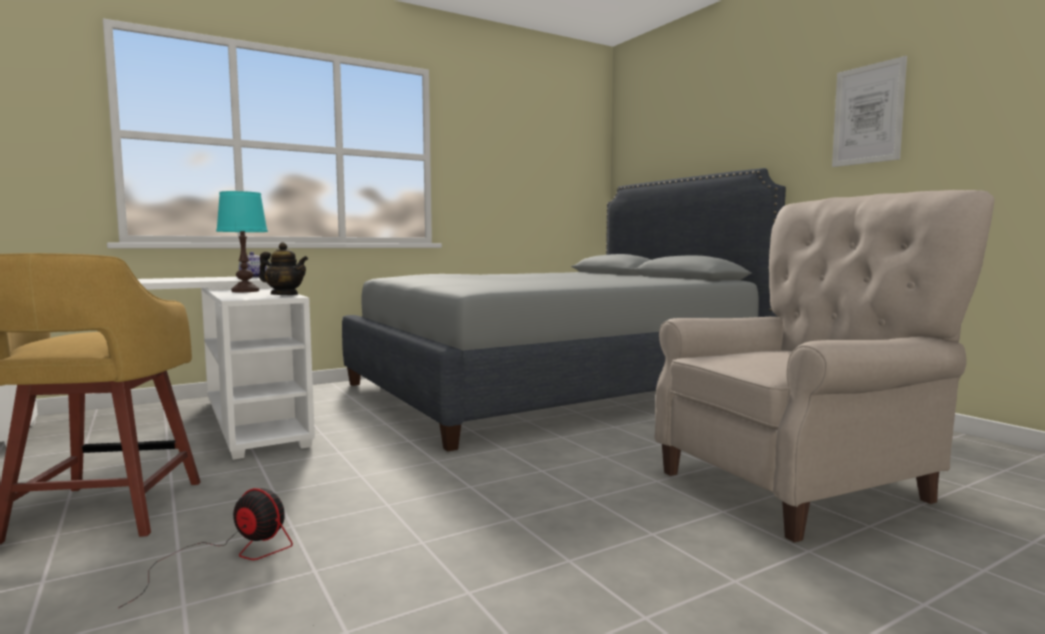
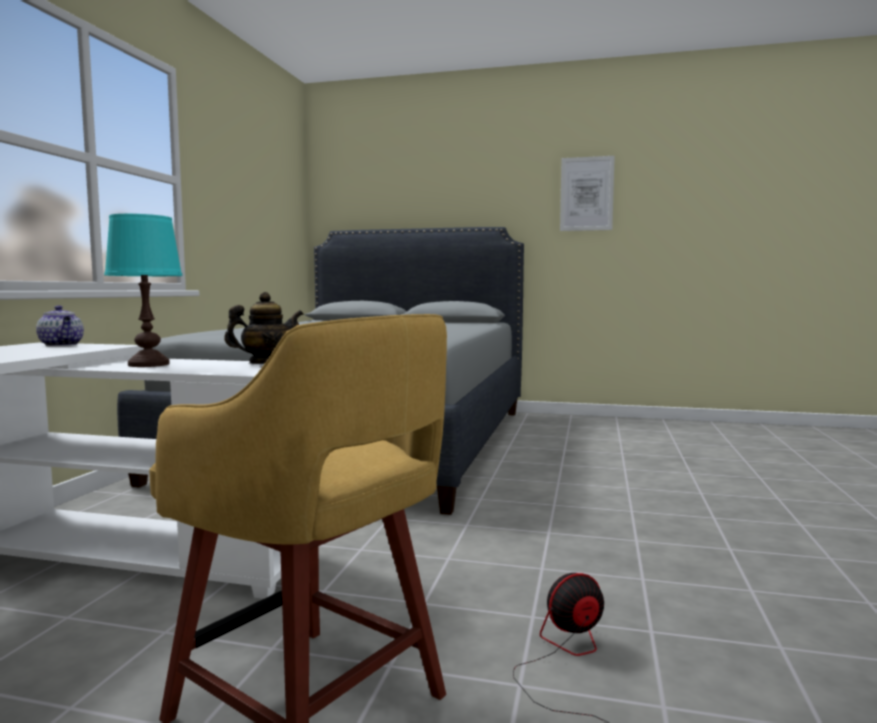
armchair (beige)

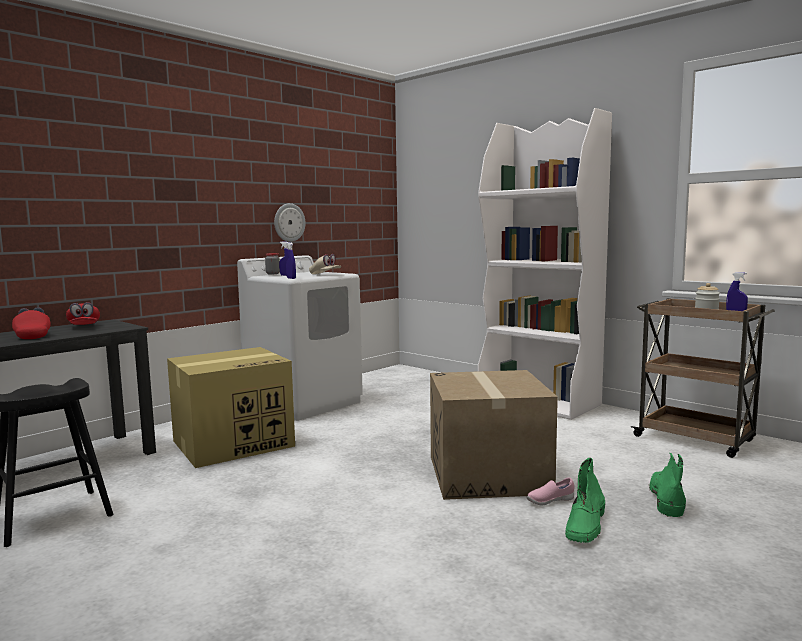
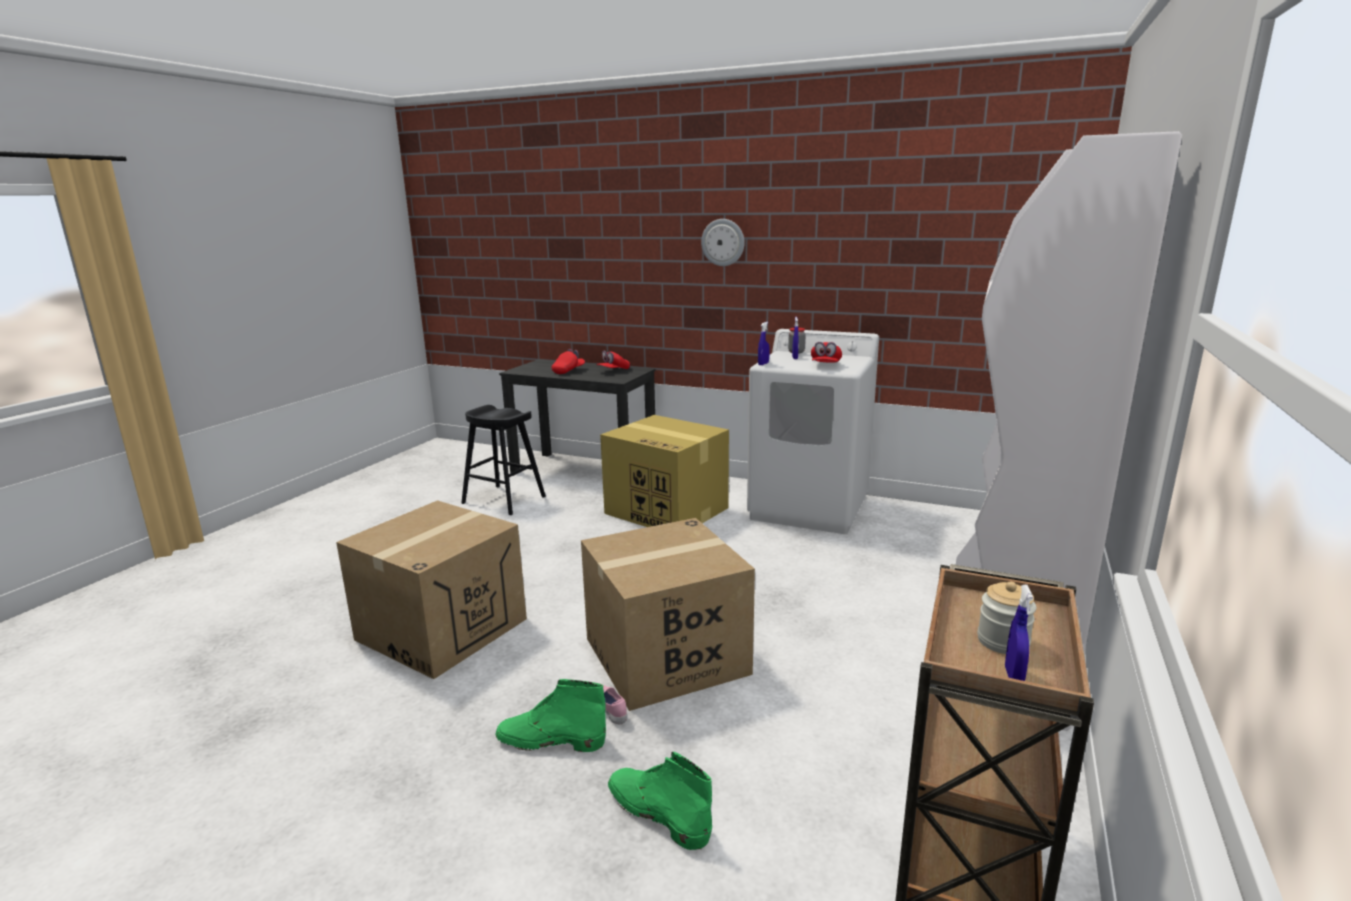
wall clock
cap (red) (3rd from left)
boot (green) (2nd from left)
cardboard box (1st from left)

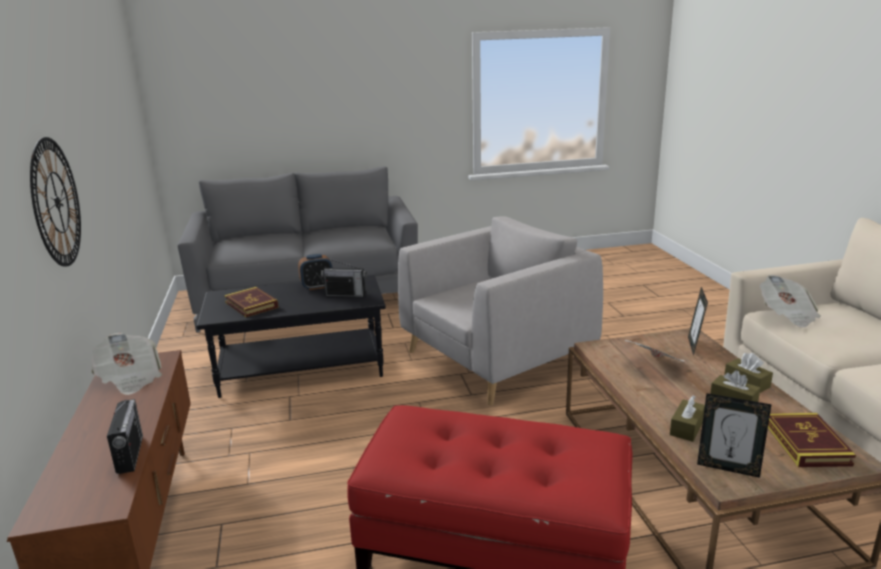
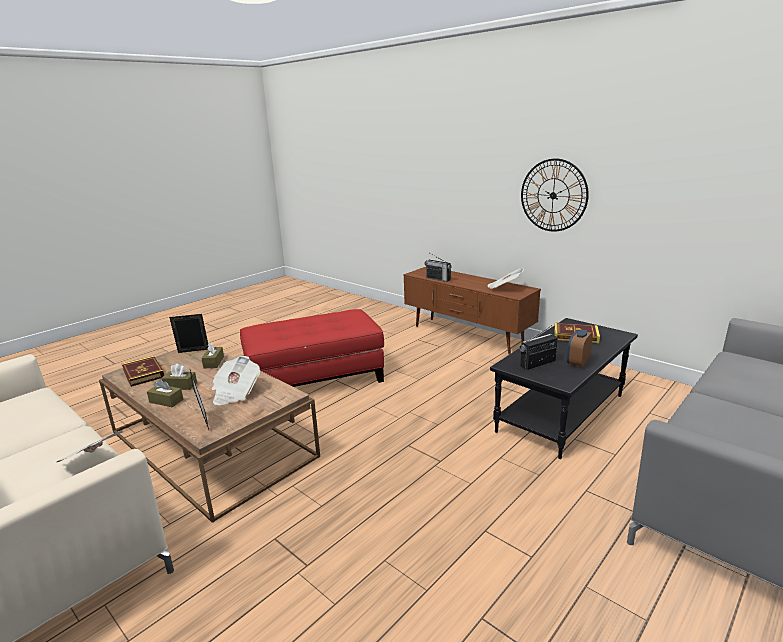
armchair (grey)

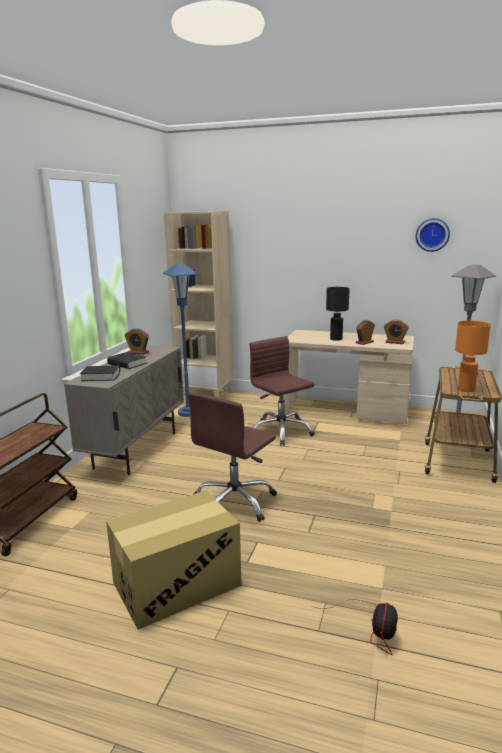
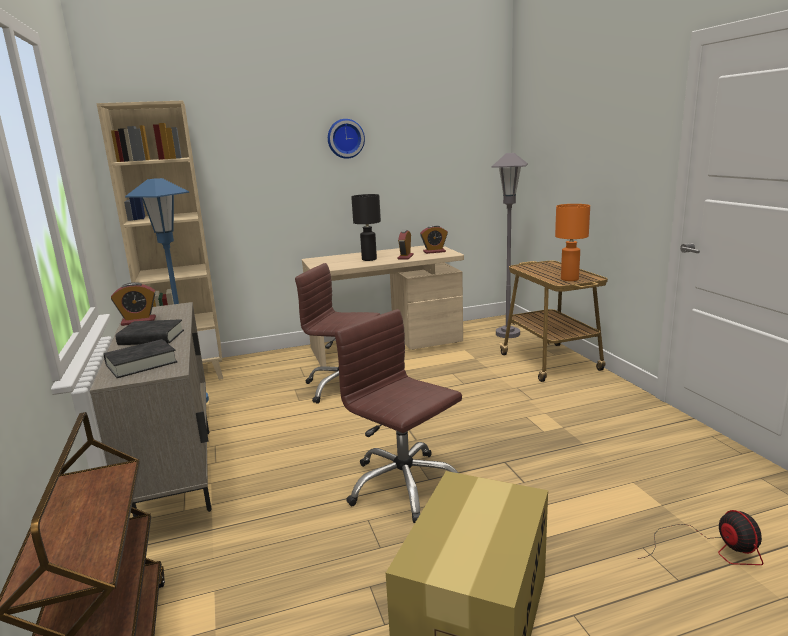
office chair (brown) (2nd from left)
wall clock

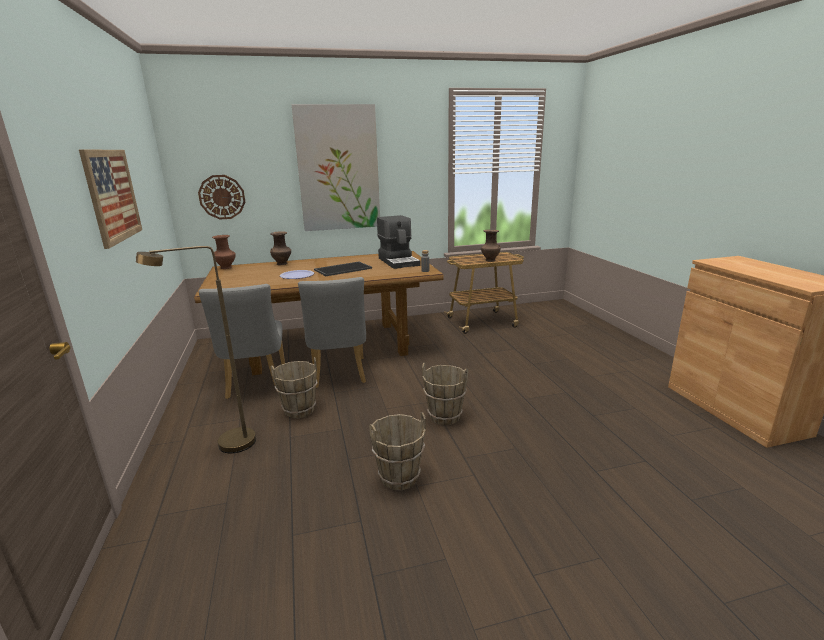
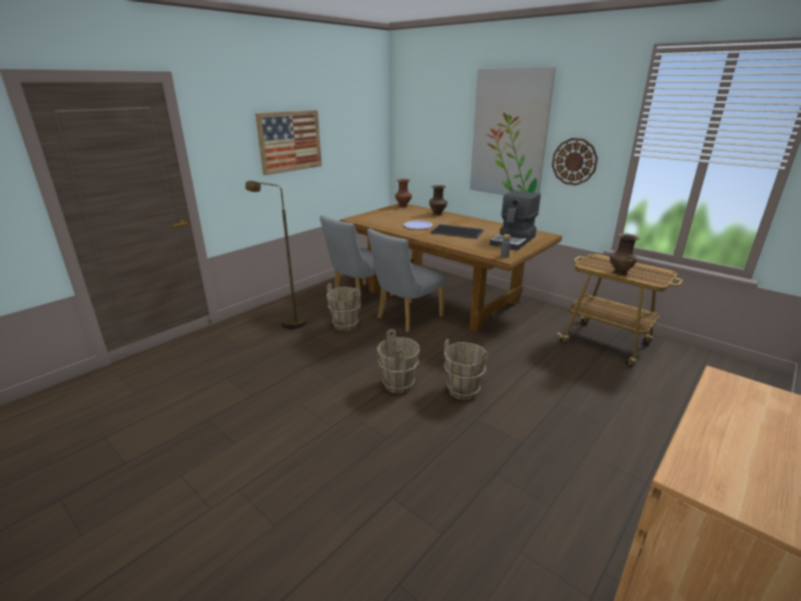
wall clock
bucket (brown) (3rd from left)

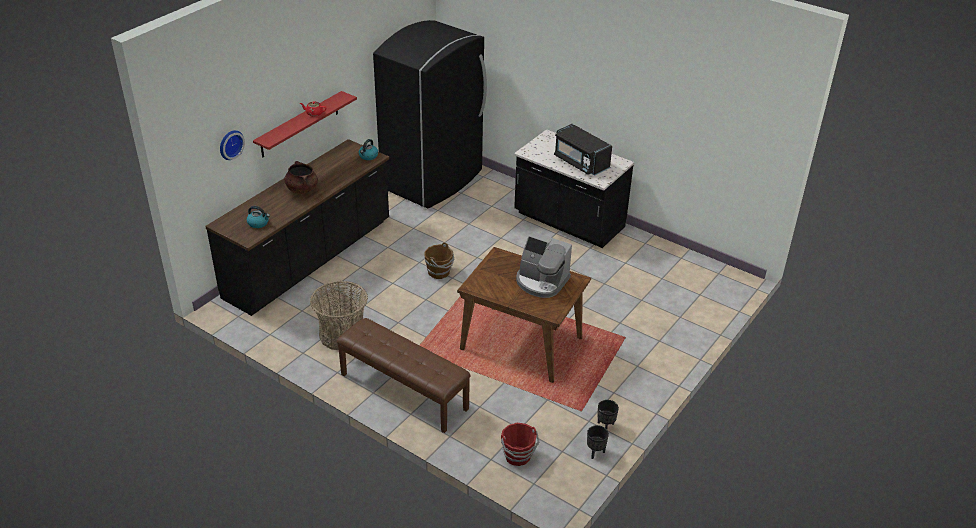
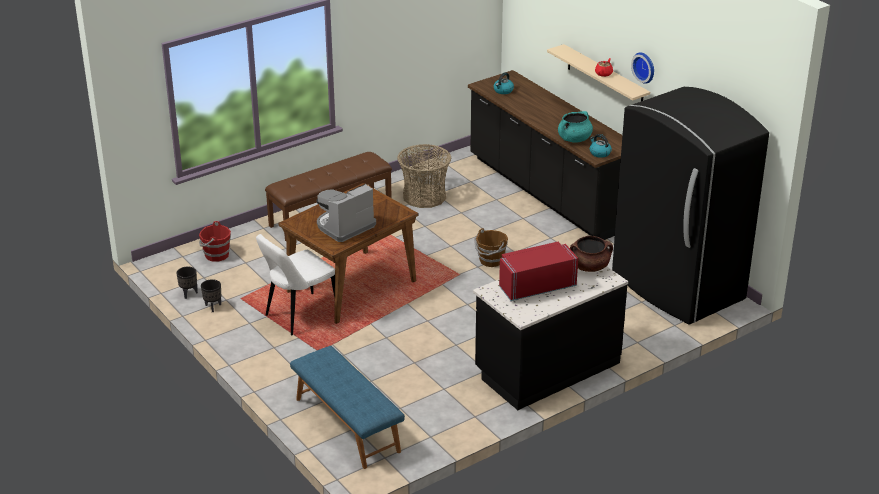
wall clock
shelf (beige)
cooking pot (brown)
microwave (red)
chair (white)
bench (blue)
cooking pot (turquoise)

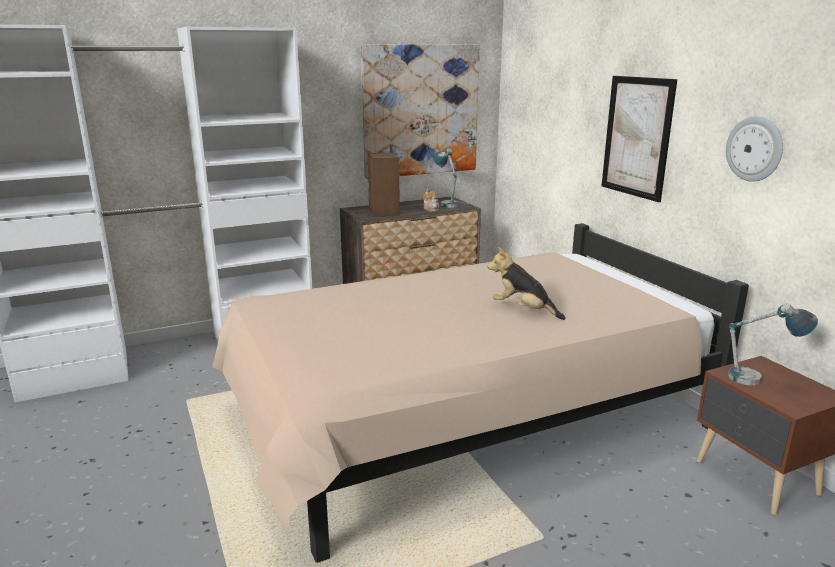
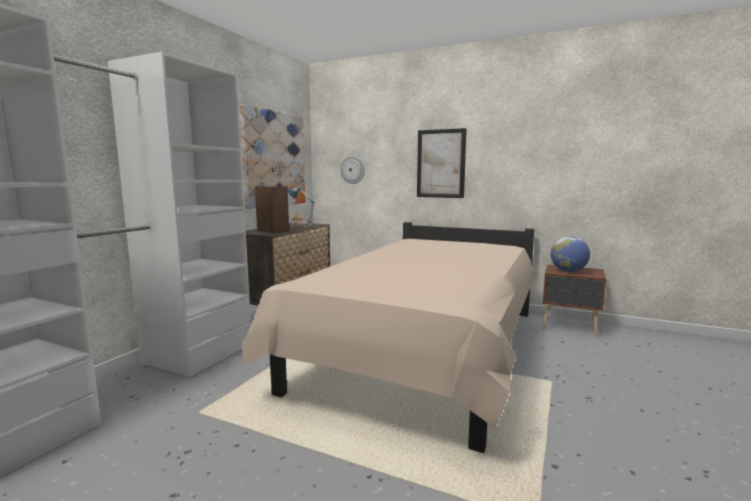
plush toy
wall clock
globe

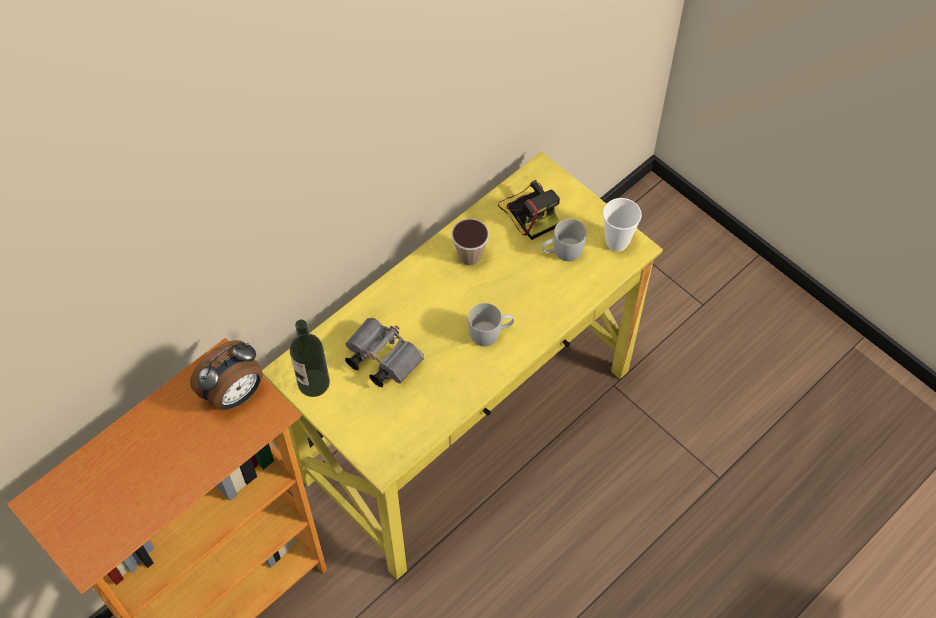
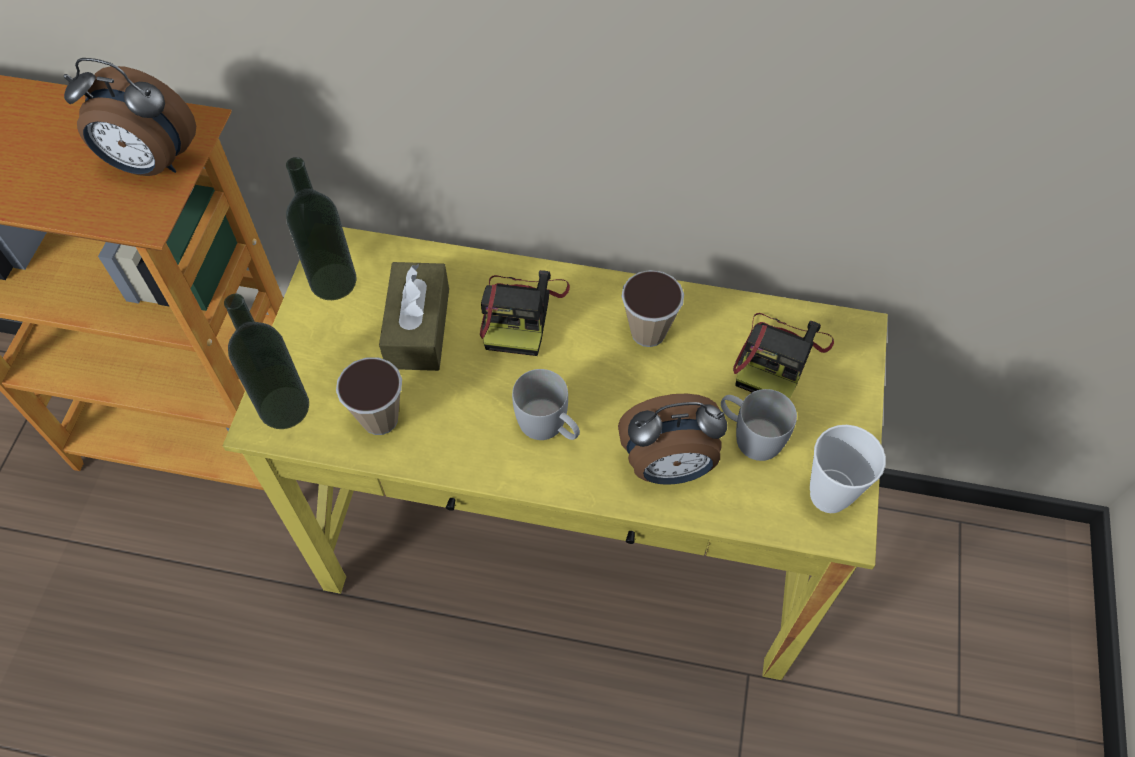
tissue box (brown)
bottle (1st from left)
cup (1st from left)
photo camera (1st from left)
alarm clock (2nd from left)

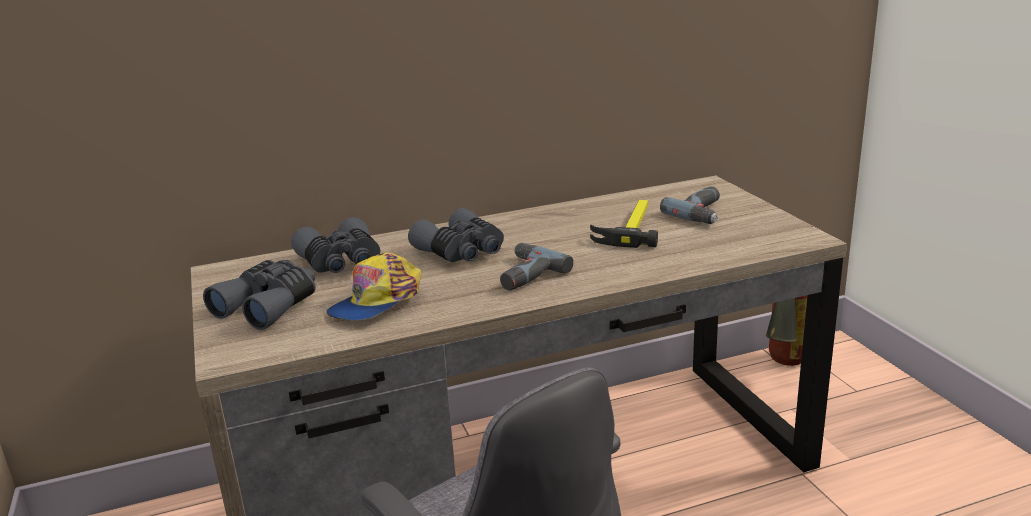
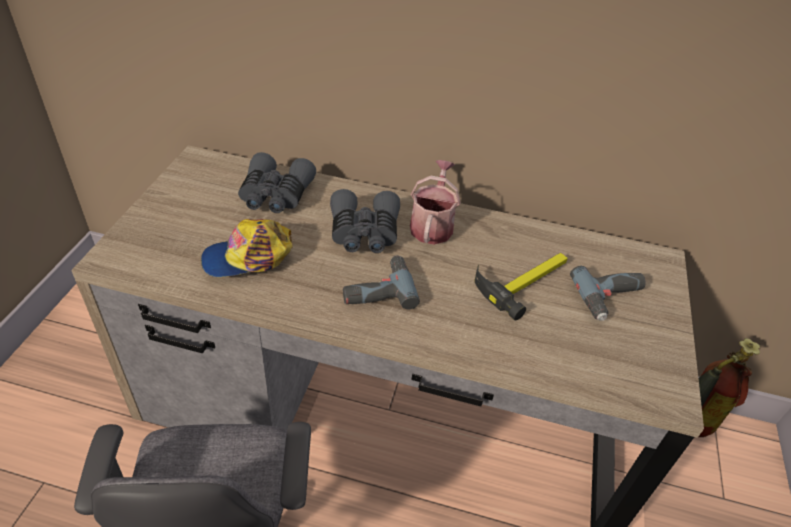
binoculars (grey) (1st from left in the first image)
watering can

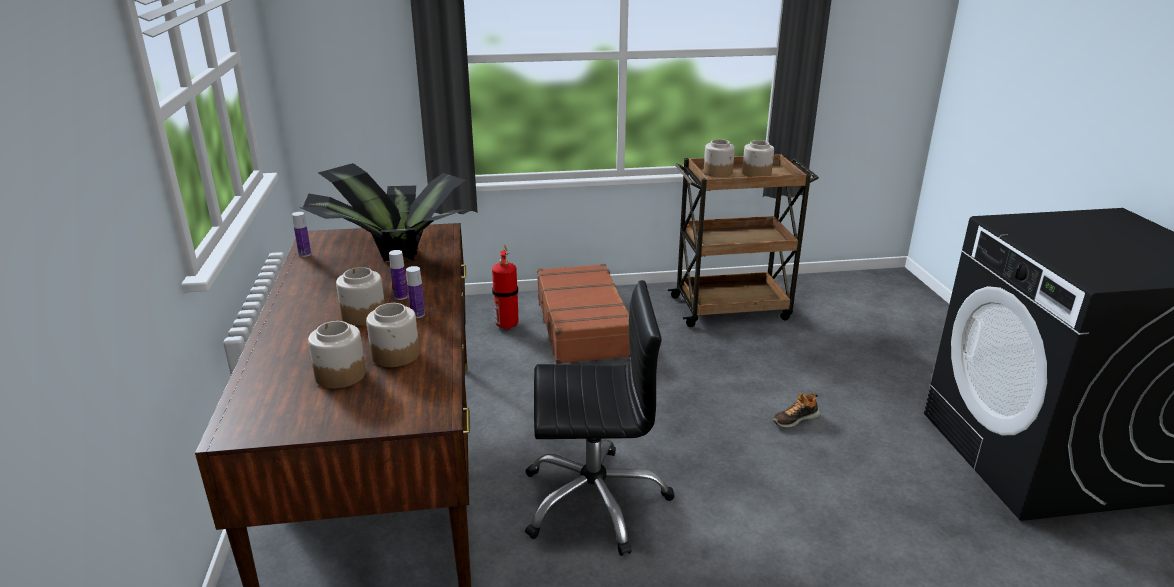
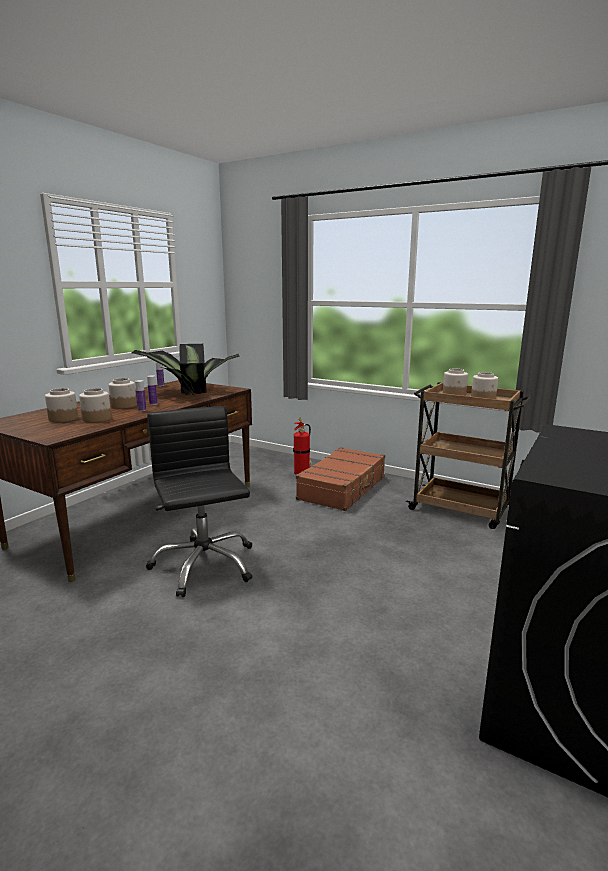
office chair (black)
shoe

